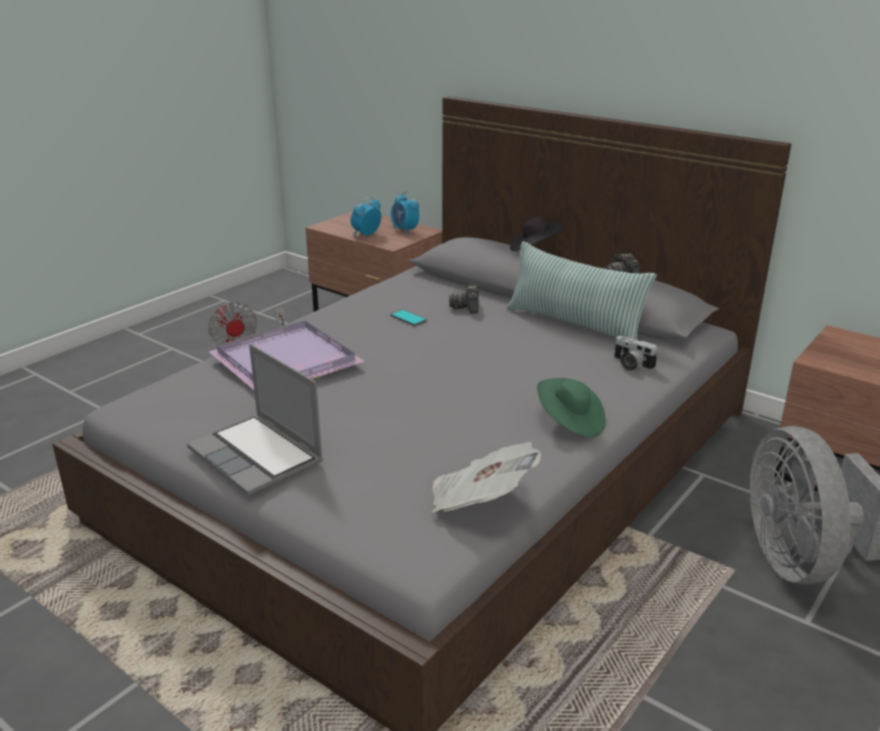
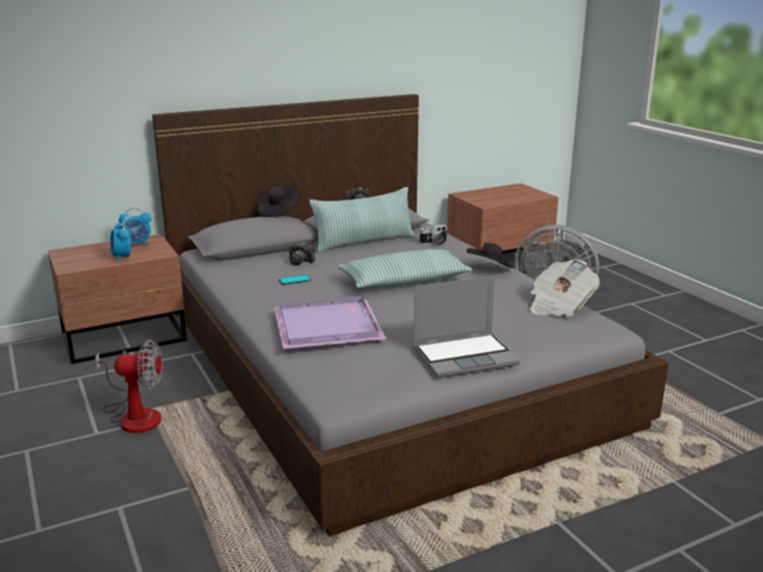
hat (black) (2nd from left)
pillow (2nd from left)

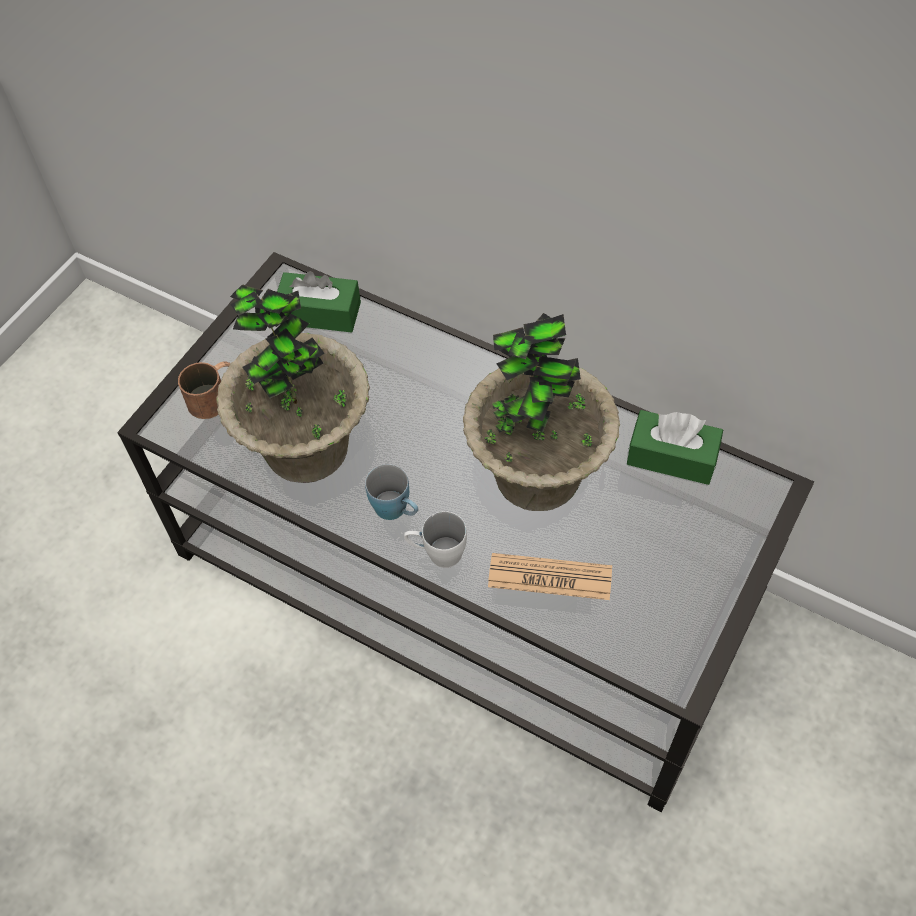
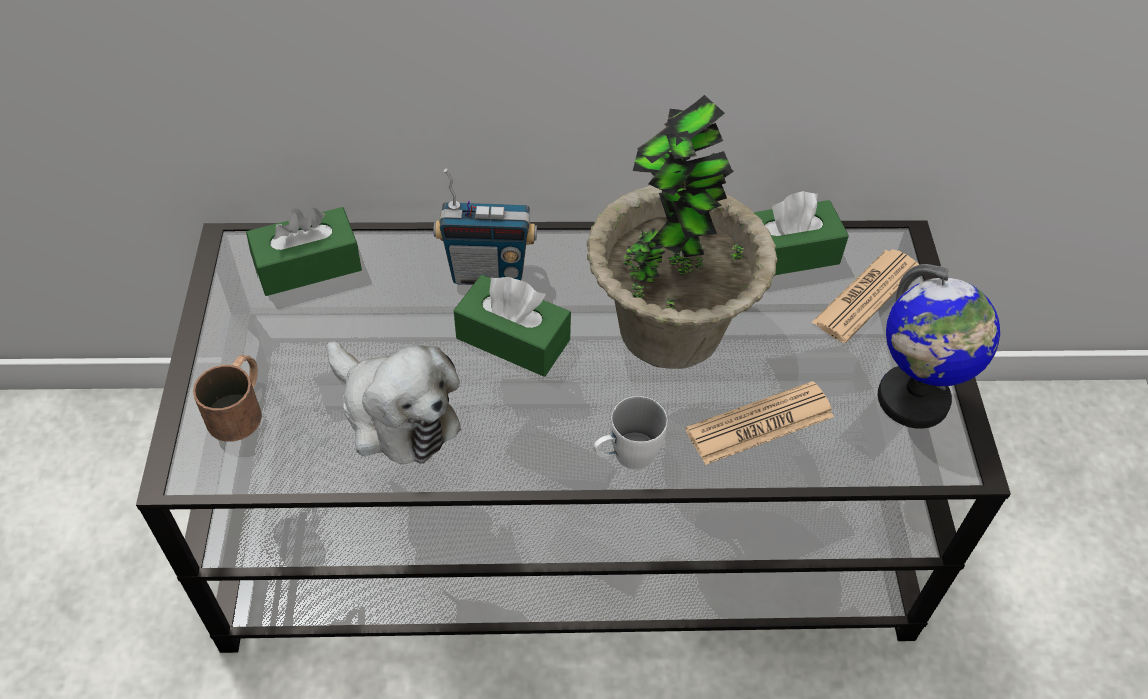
plush toy
mug (blue)
radio
tissue box (green) (2nd from left)
newspaper (2nd from left)
globe

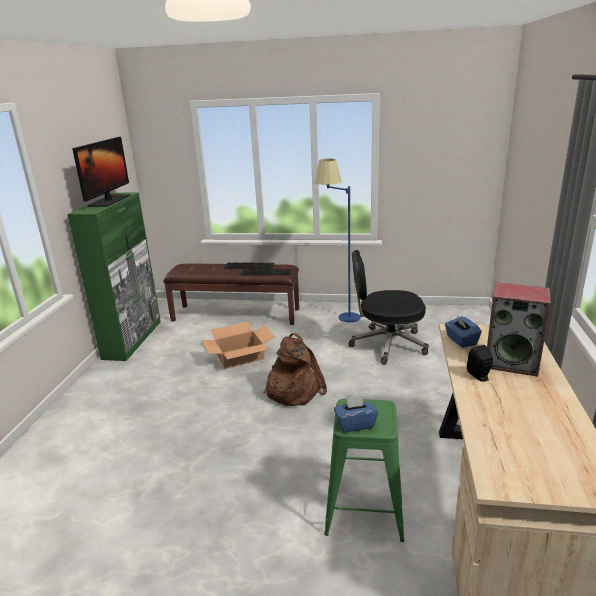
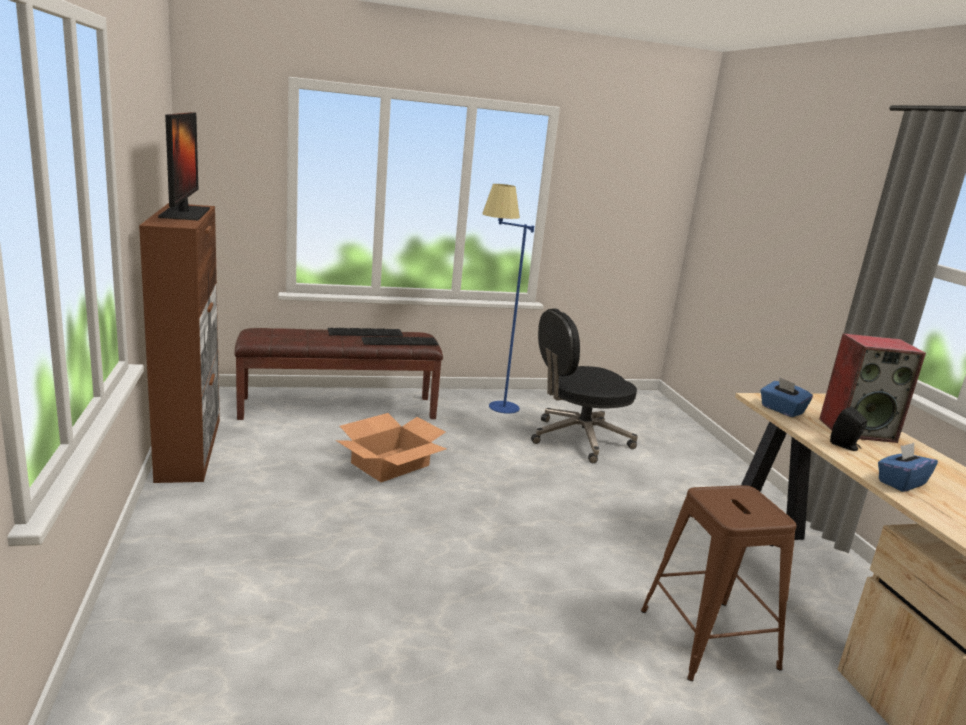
cabinet (brown)
backpack (brown)
stool (brown)
tissue box (blue) (2nd from left)

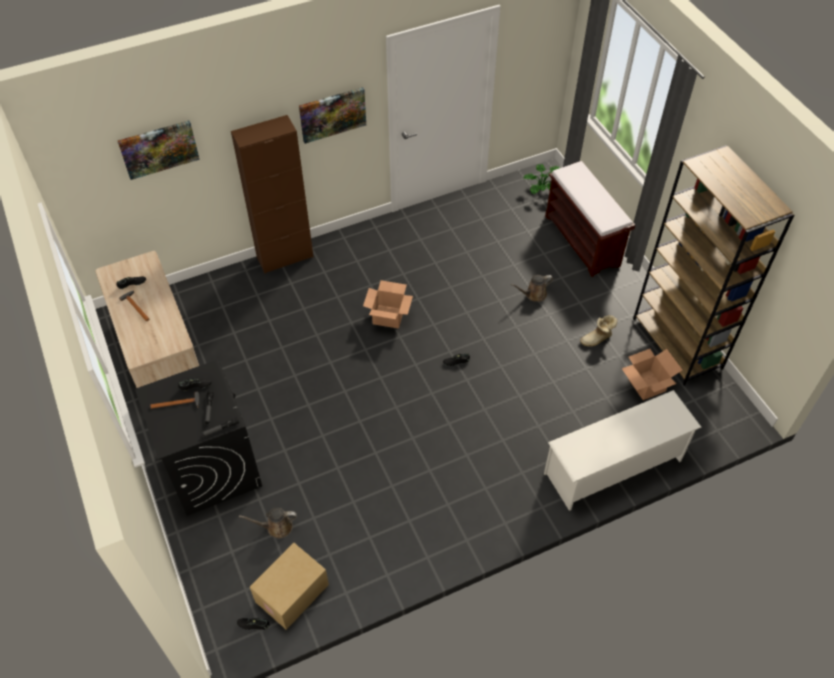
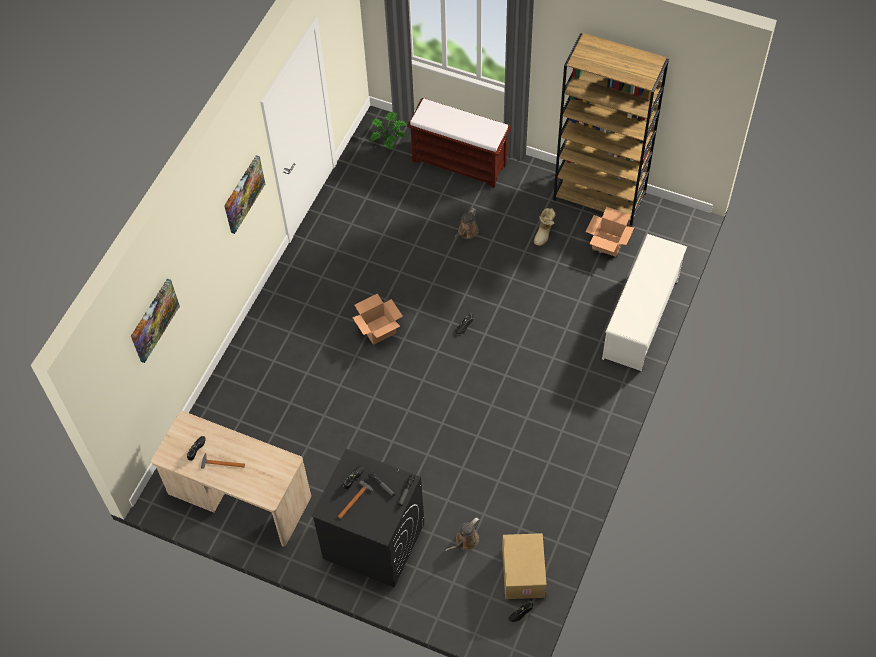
cabinet (brown)

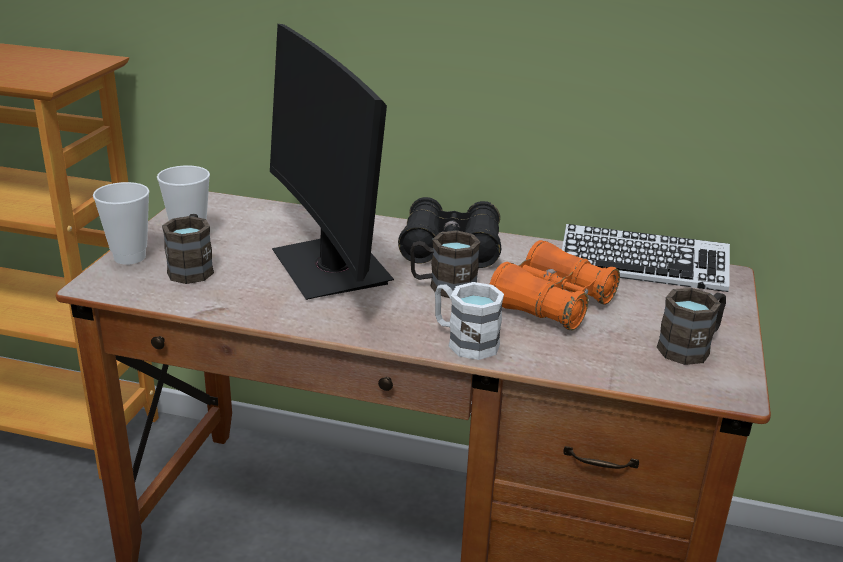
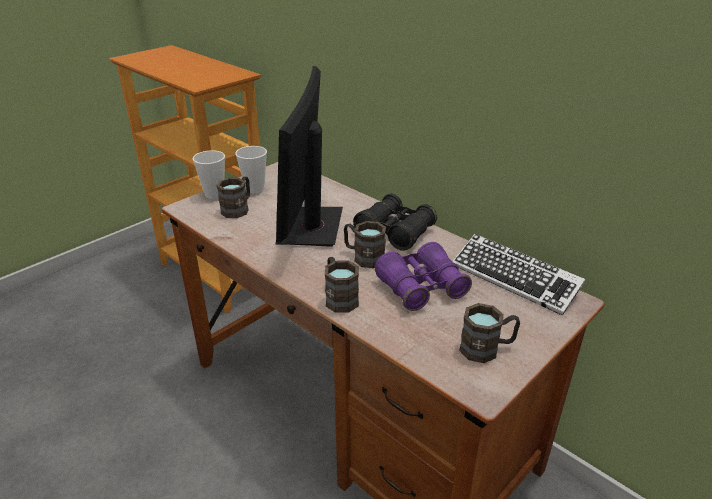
mug (brown) (2nd from left)
binoculars (purple)

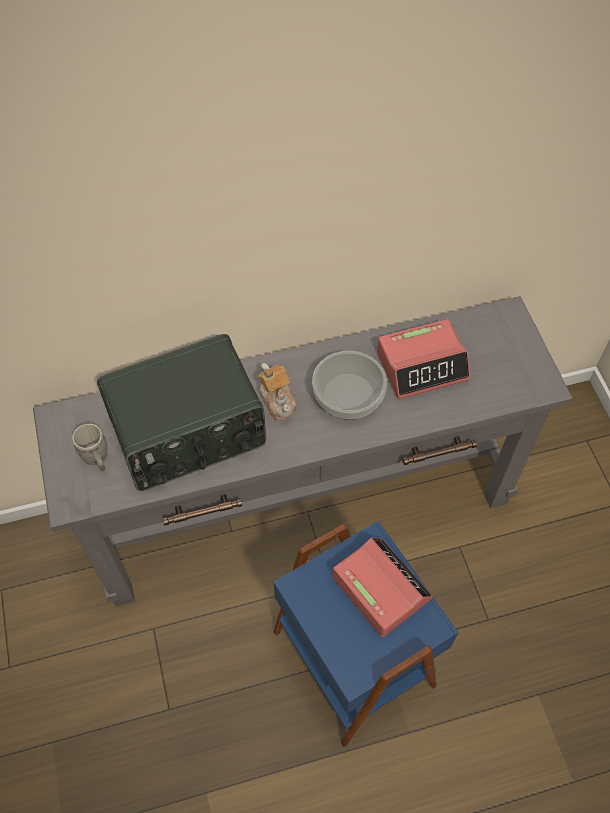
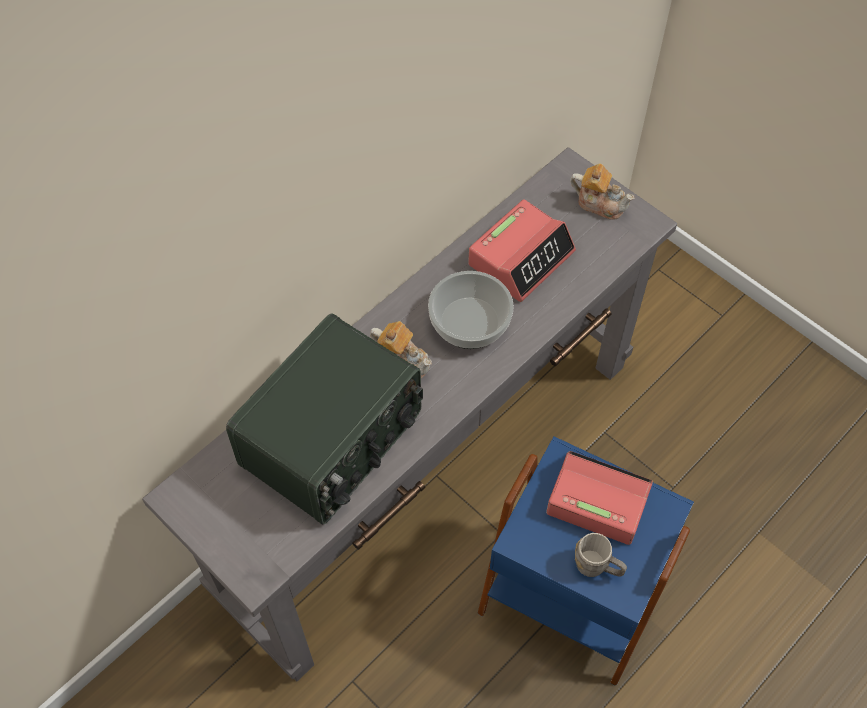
mug (grey)
teapot (2nd from left)

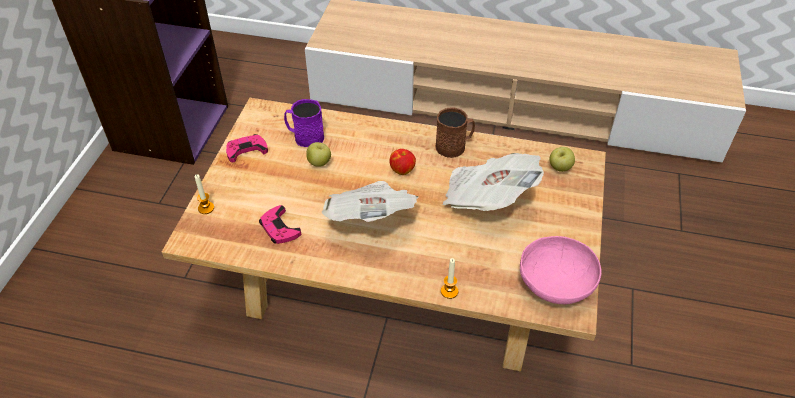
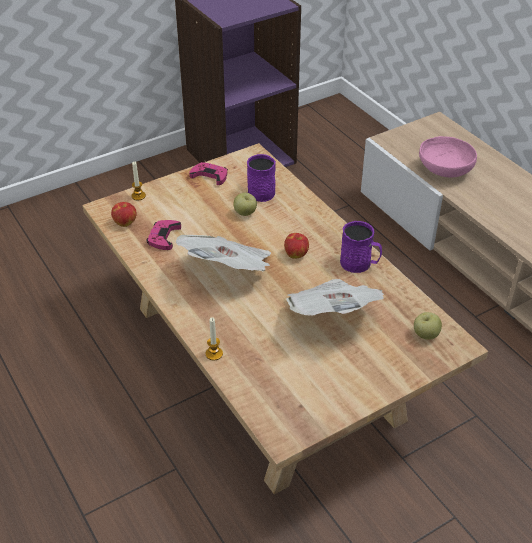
mug (purple) (2nd from left)
bowl (pink)
apple (1st from left)

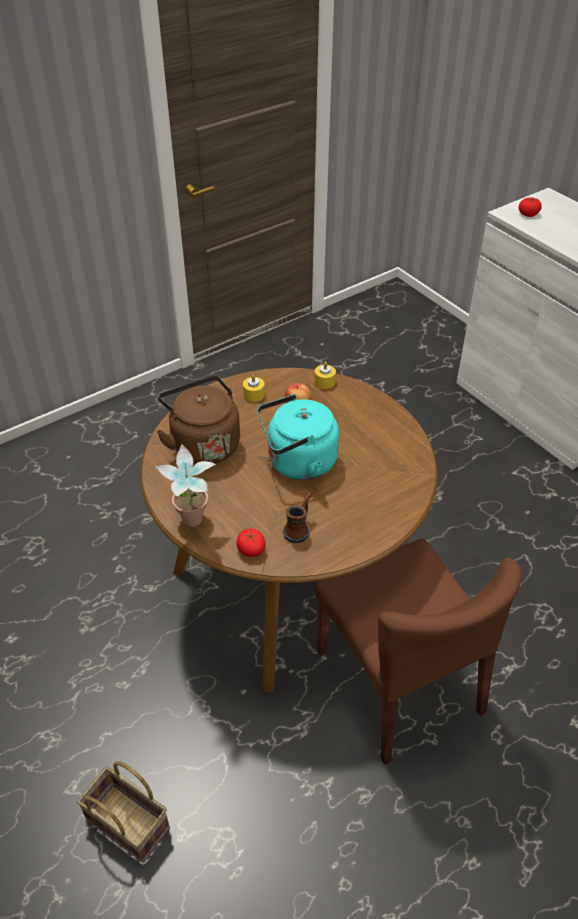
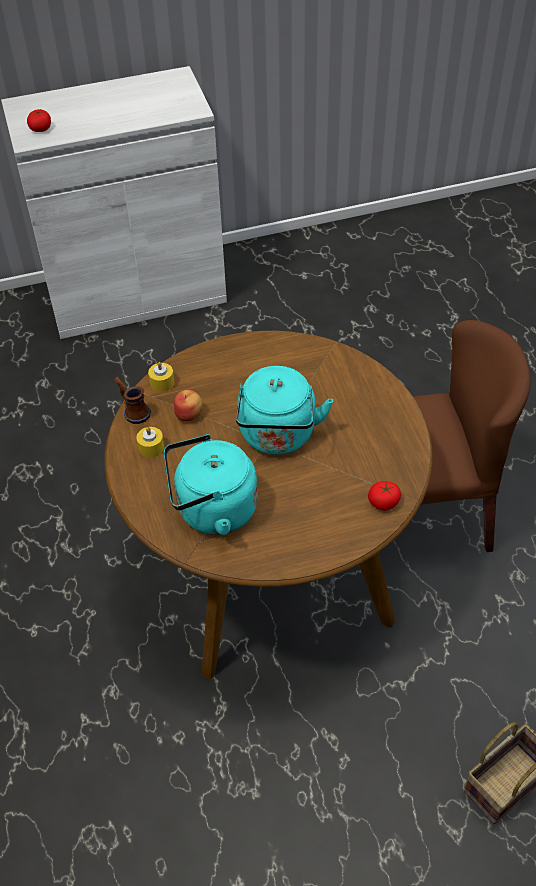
potted plant
kettle (turquoise) (1st from left)
mug

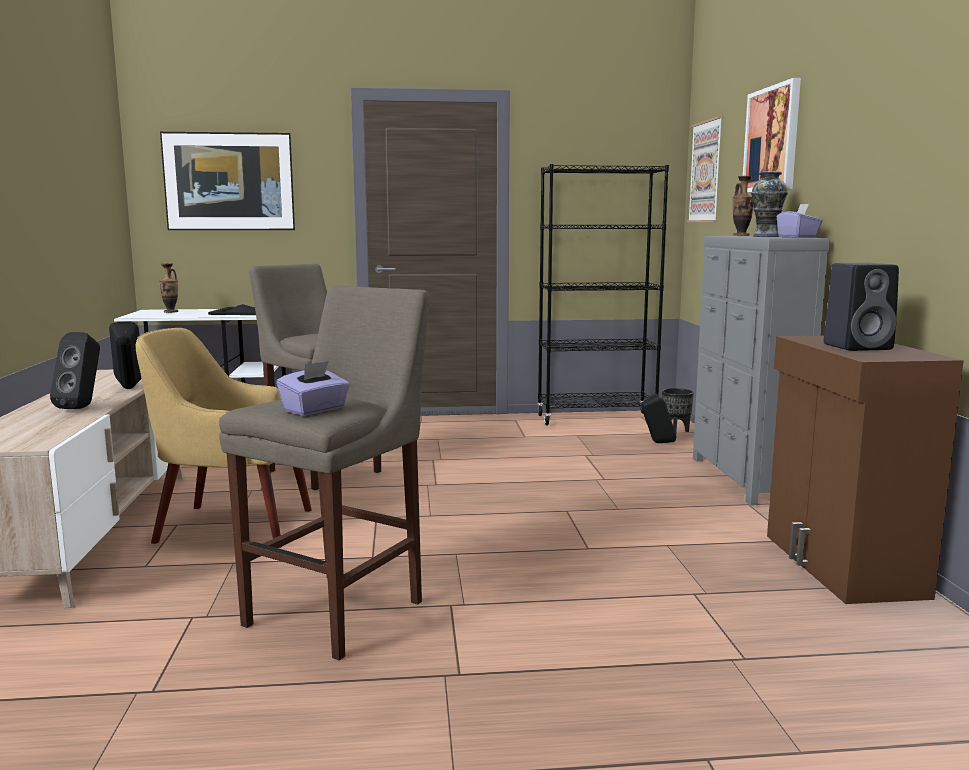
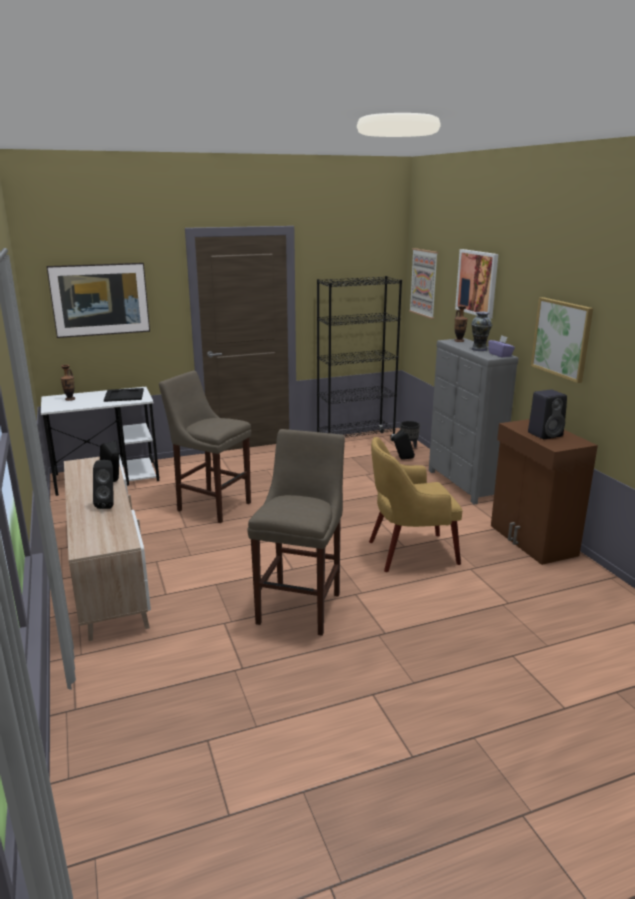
armchair (yellow)
tissue box (purple) (1st from left in the first image)
picture (4th from left)

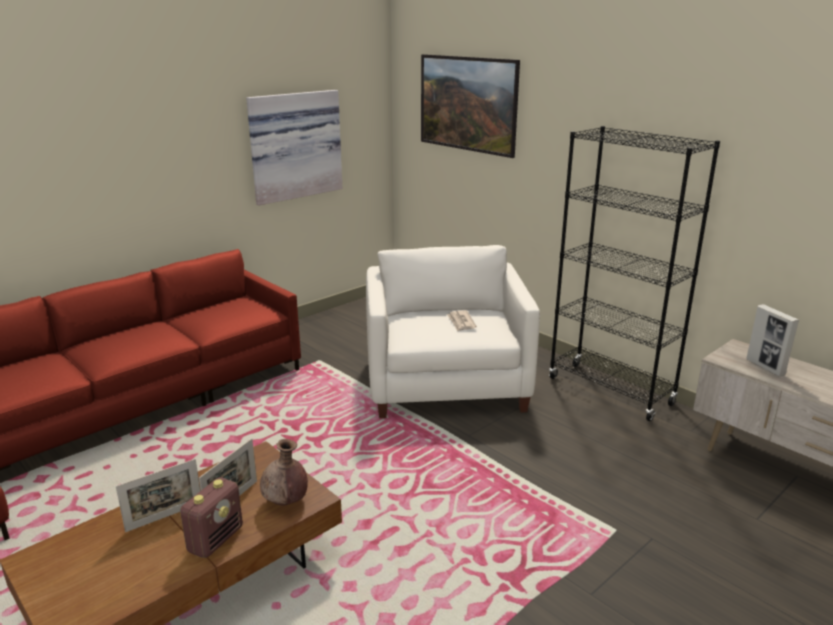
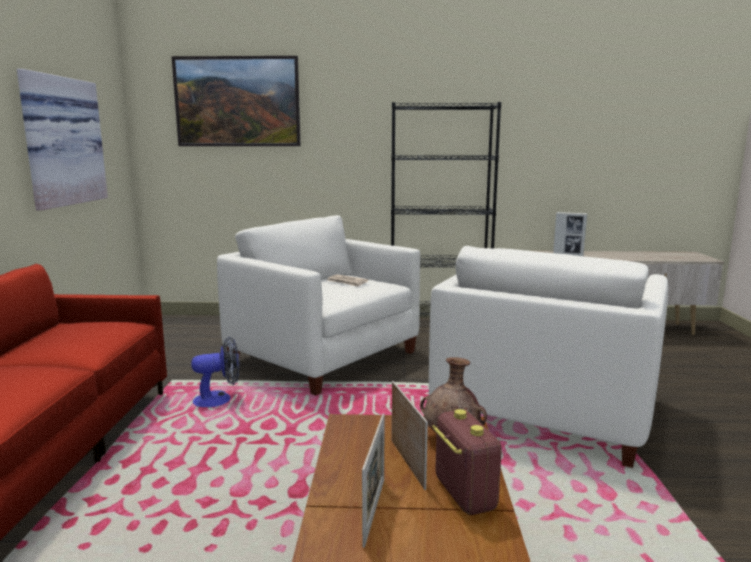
fan
armchair (white) (2nd from left)

